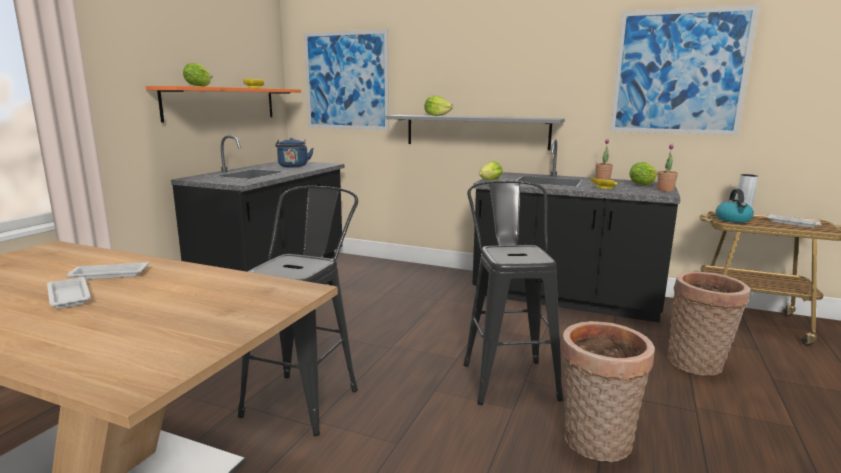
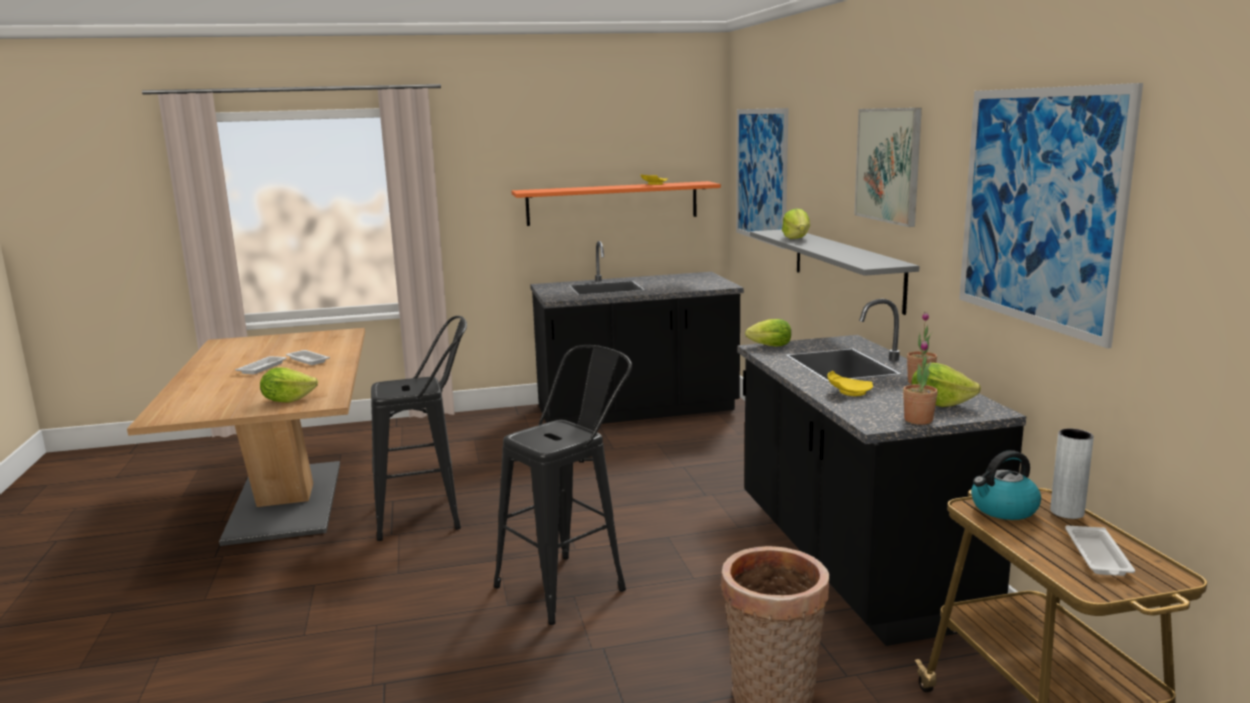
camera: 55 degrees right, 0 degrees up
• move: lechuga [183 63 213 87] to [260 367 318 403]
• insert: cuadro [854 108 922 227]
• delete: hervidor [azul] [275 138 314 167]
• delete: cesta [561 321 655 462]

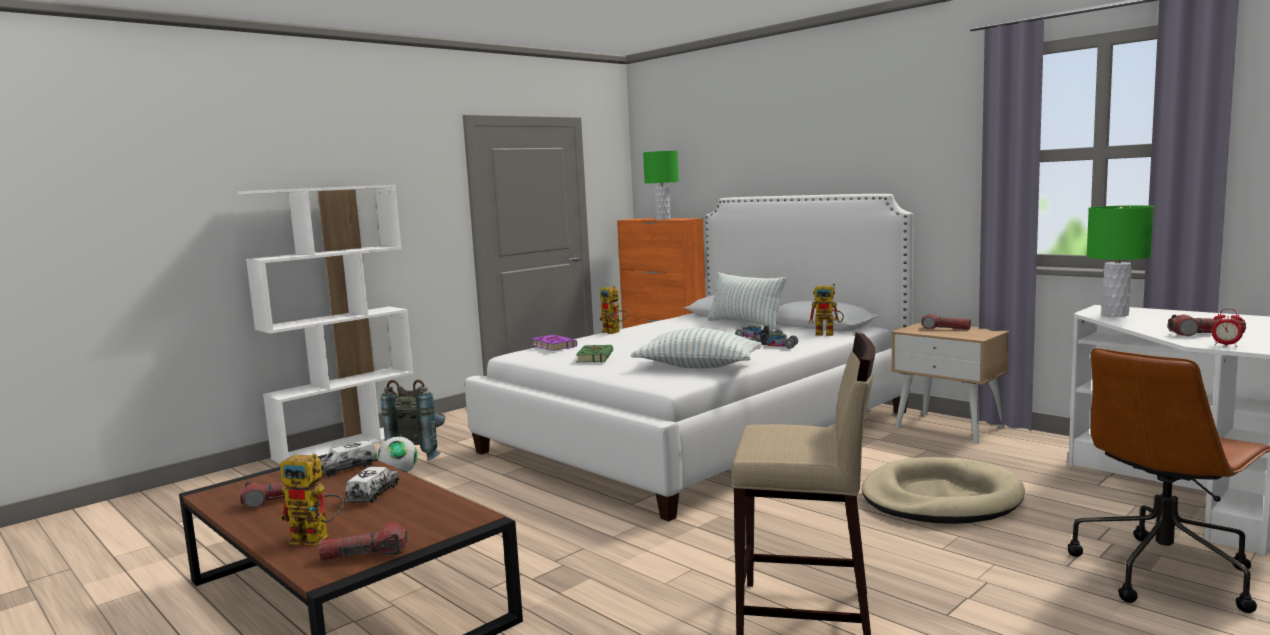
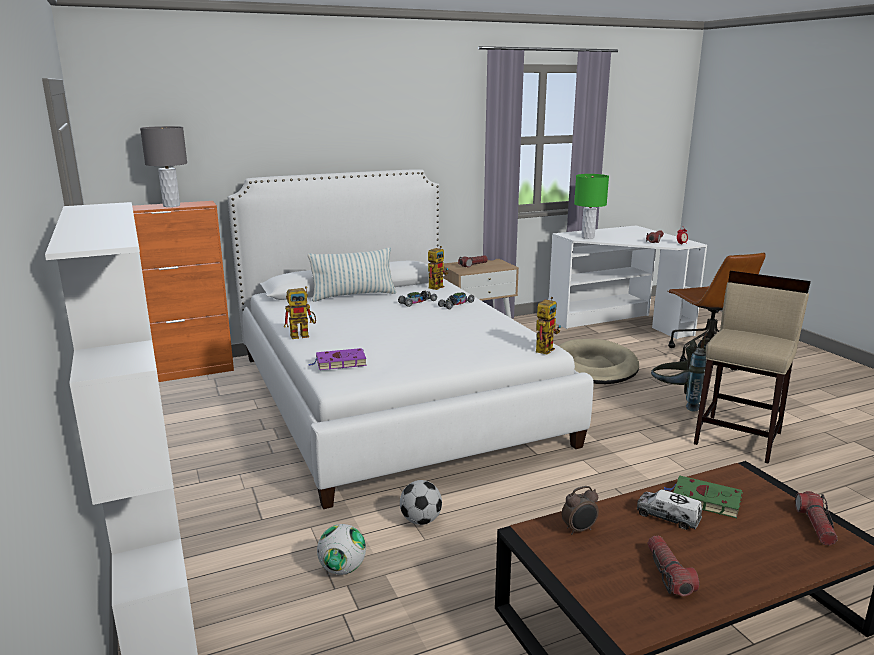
camera: 70 degrees left, 10 degrees up
• recolor: lámpara de mesa [verde] [643 151 679 220] to lámpara de mesa [gris] [140 126 187 207]
• insert: balón de fútbol [400 480 442 525]
• move: robot de juguete [280 454 345 546] to [536 297 561 355]
• replace: camión de juguete [320 440 378 477] to despertador [562 486 599 535]
• move: mochila [gris] [381 380 445 461] to [651 333 710 412]
• move: libro [verde] [576 345 613 362] to [663 475 743 518]
• delete: cojín [631 328 762 369]

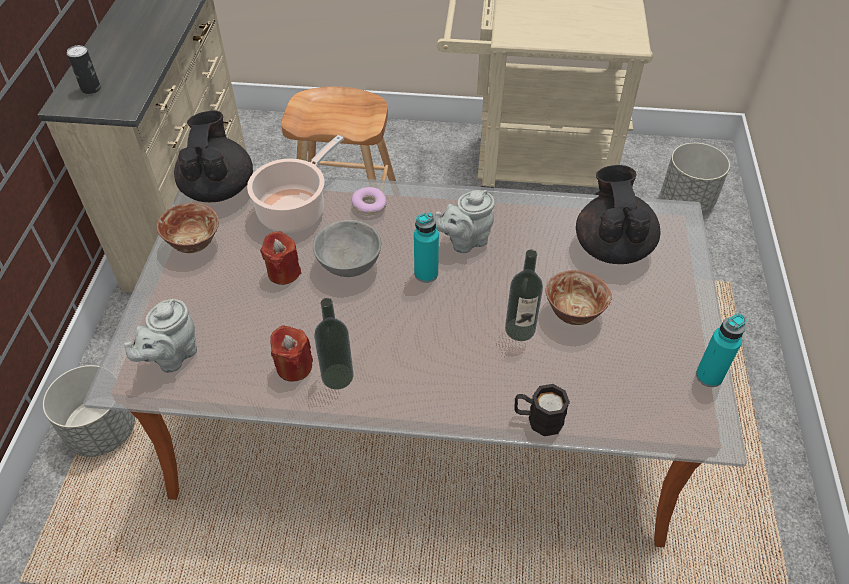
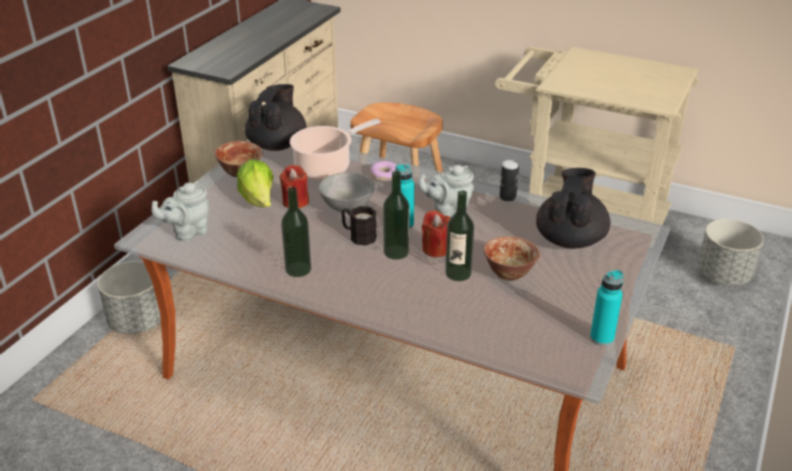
camera: 20 degrees right, 15 degrees down
• insert: lechuga [237 160 273 207]
• move: taza grande [negro] [514 384 570 436] to [341 206 377 246]
• insert: botella [383 171 409 260]
• move: vela [rojo] [270 325 313 382] to [422 210 451 257]
• move: lata [67 45 101 94] to [499 160 519 202]

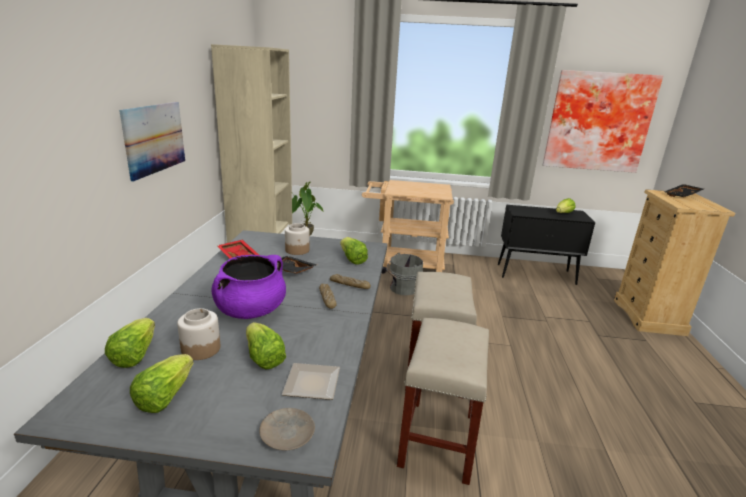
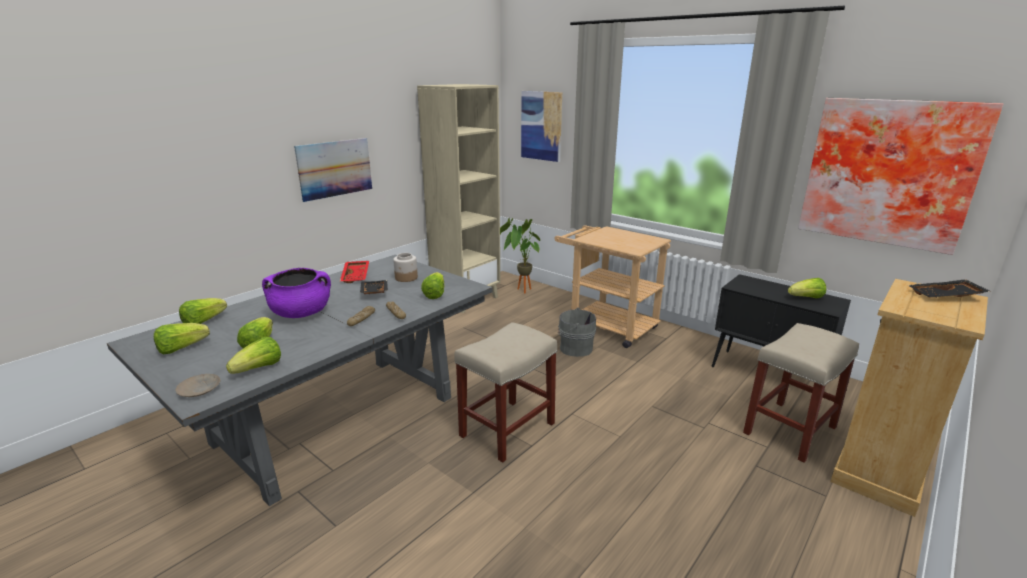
camera: 35 degrees right, 0 degrees up
• replace: plato [282 363 340 400] to lechuga [226 337 281 374]
• insert: cuadro [521 91 562 162]
• move: taburete [beis] [397 318 489 485] to [743 323 859 462]
• delete: tarro [177 308 220 360]

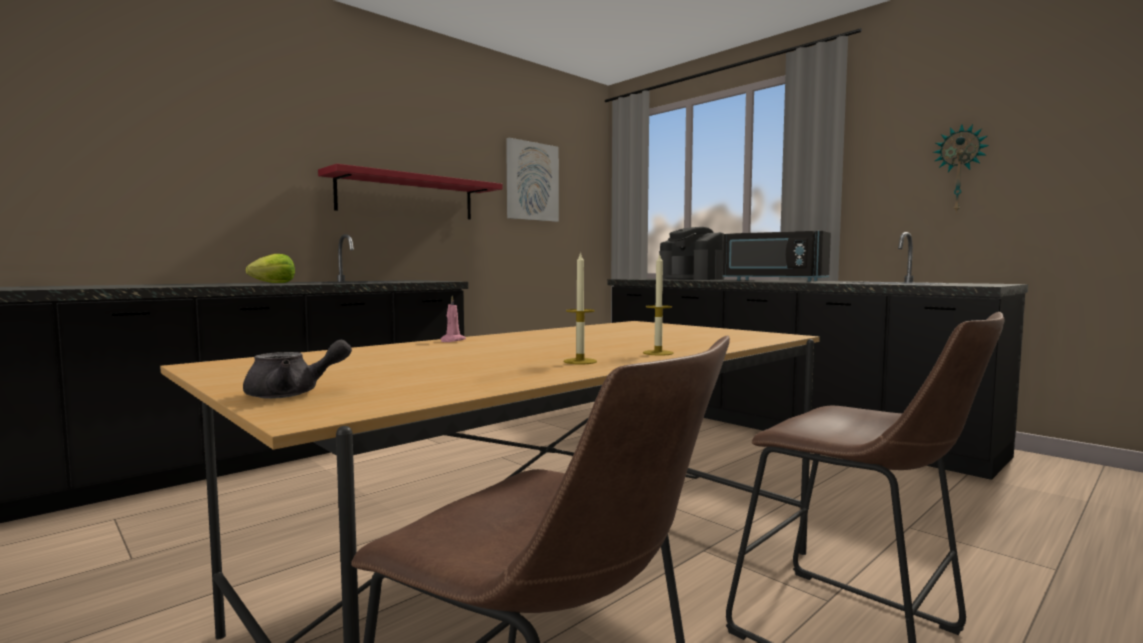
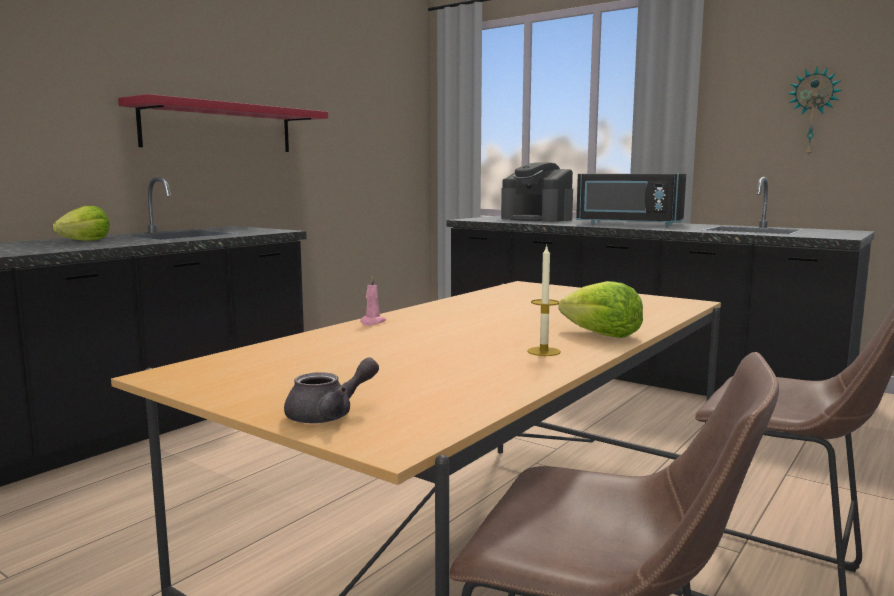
camera: 10 degrees left, 5 degrees up
• replace: vela [643 253 674 355] to lechuga [558 281 643 338]
• delete: cuadro [506 138 559 222]

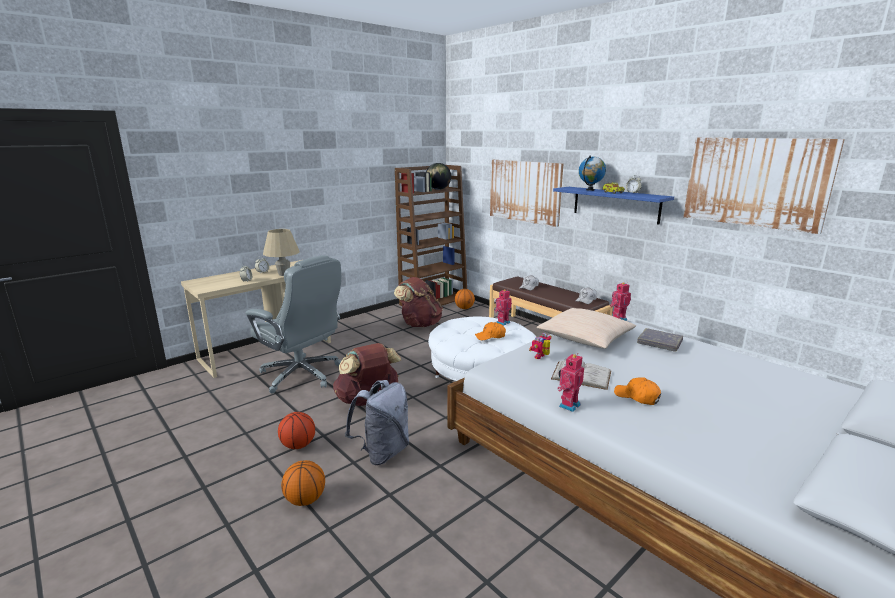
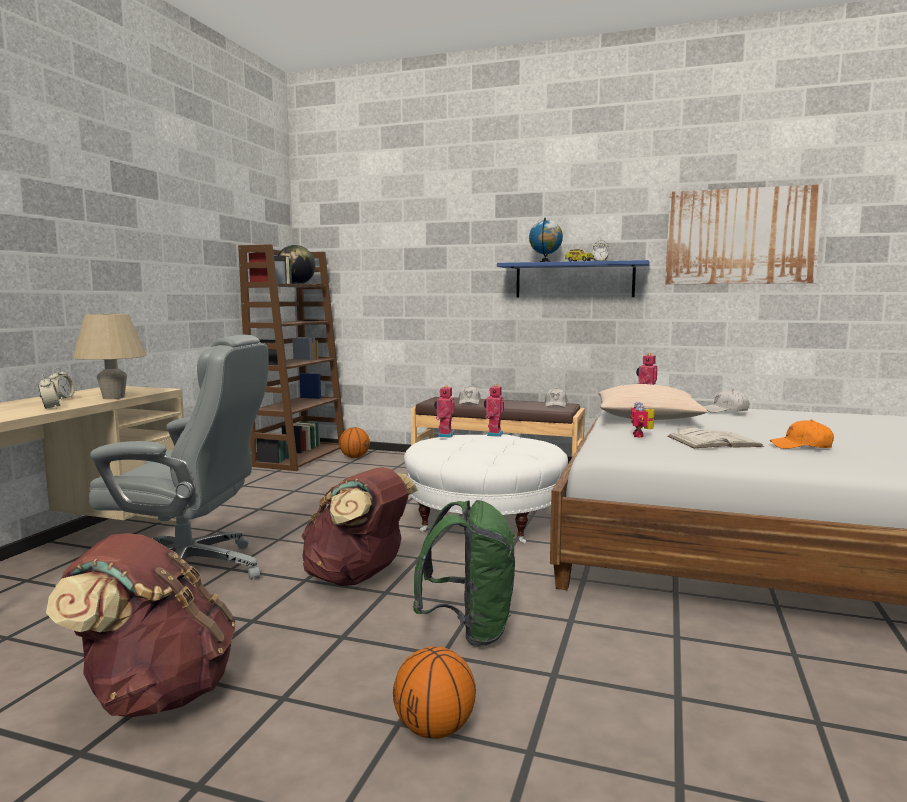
camera: 30 degrees left, 10 degrees down
• move: mochila [marrón] [394 277 443 327] to [46 533 236 717]
• recolor: mochila [gris] [345 380 409 465] to mochila [verde] [413 500 515 647]
• move: robot de juguete [557 353 584 412] to [434 385 454 438]
• replace: libro [gris] [637 328 683 352] to gorra [blanco] [703 389 749 413]
• delete: balón de baloncesto [278 412 315 449]
• delete: gorra [naranja] [475 322 506 340]
• delete: cuadro [490 160 563 227]

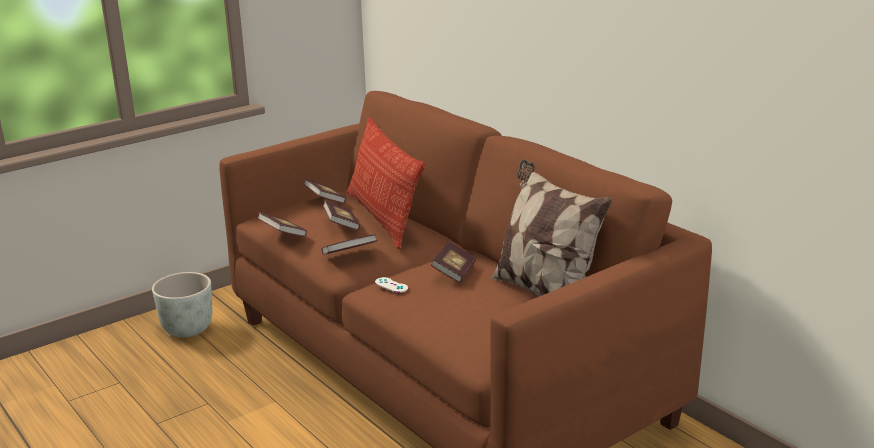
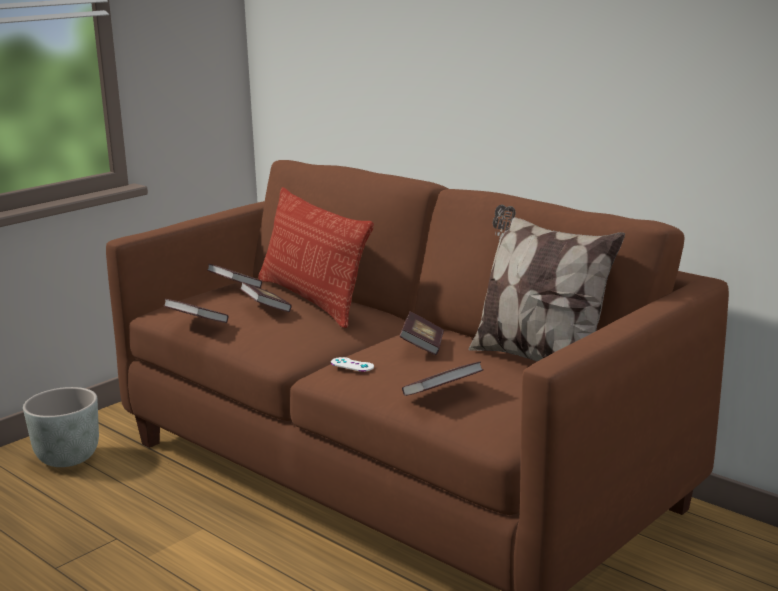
camera: 10 degrees left, 5 degrees down
• move: libro [322 234 378 255] to [402 362 484 396]

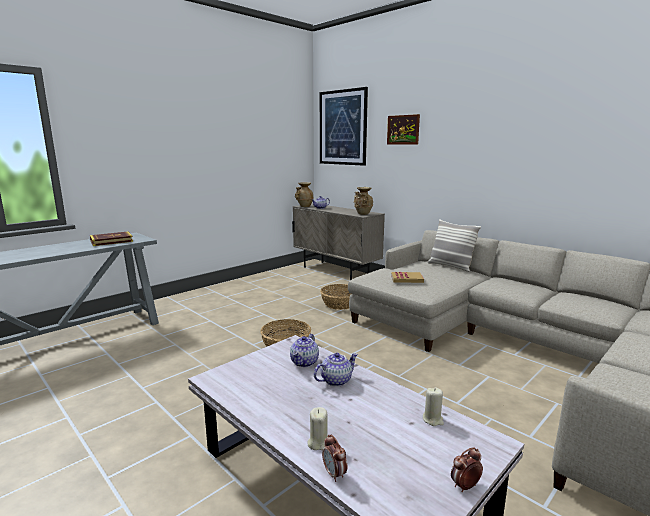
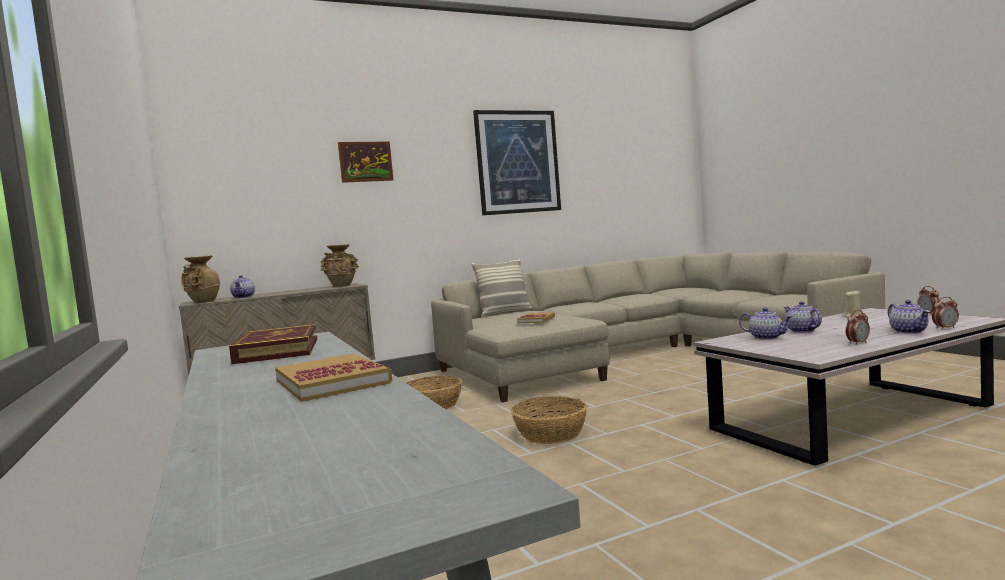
camera: 70 degrees left, 10 degrees down
• insert: libro [275 353 392 402]
• move: cuadro [320 87 368 166] to [473 110 561 215]
• insert: despertador [846 310 870 345]
• replace: vela [beis] [307 407 328 450] to tetera [888 300 930 334]

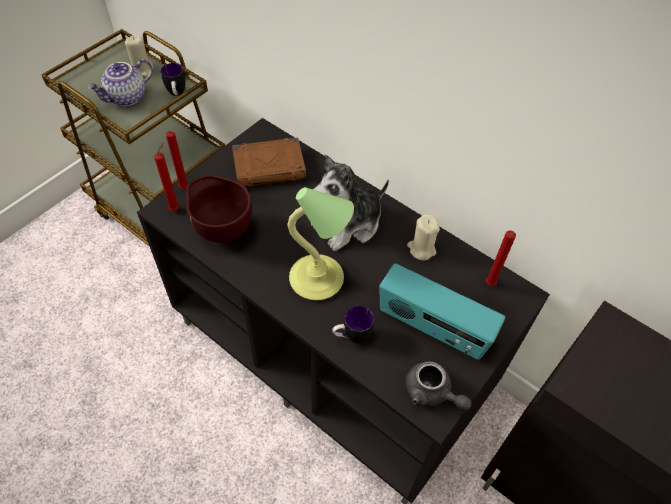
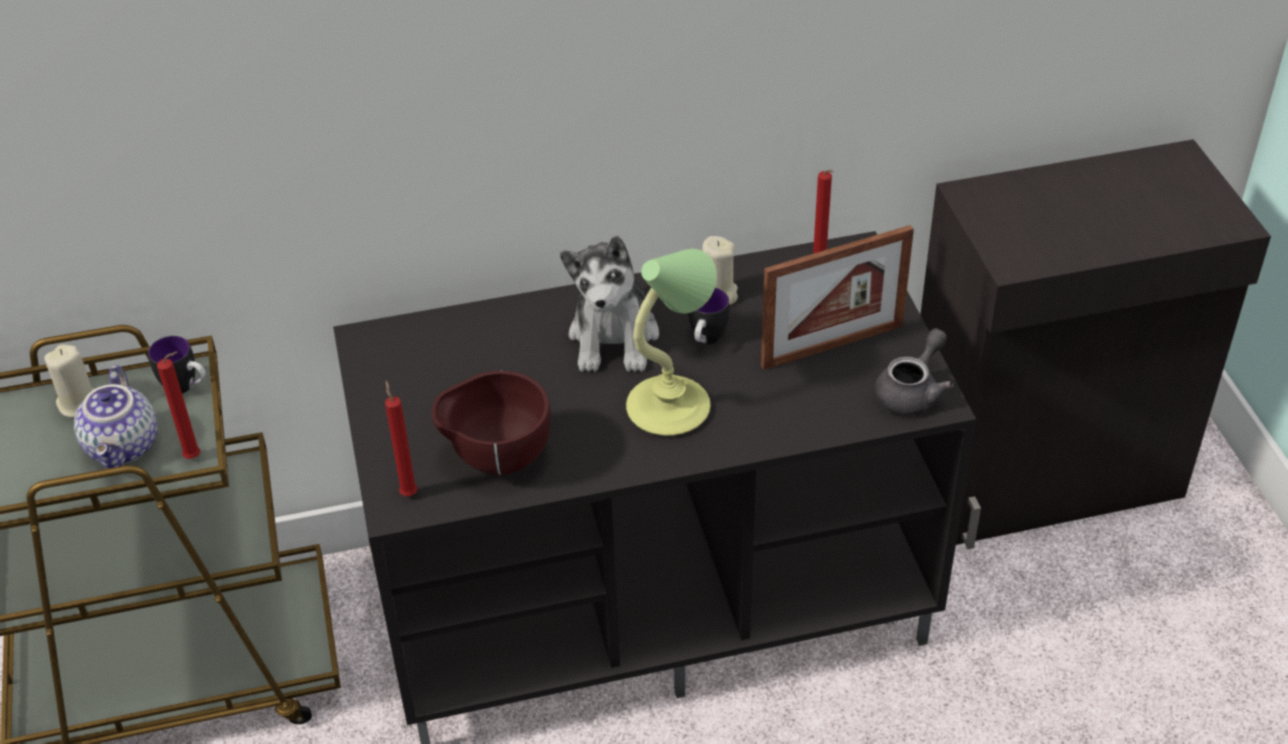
camera: 50 degrees left, 10 degrees down
• move: vela [rojo] [166 130 189 189] to [157 352 200 459]
• move: taza grande [332 306 374 343] to [688 288 730 344]
• replace: radio [379 263 505 360] to portarretratos [761 225 914 370]
• rotate: tetera [gris] [405 361 472 411] = [874 328 954 416] 45 degrees counterclockwise
• delete: libro [marrón] [232 137 306 187]

